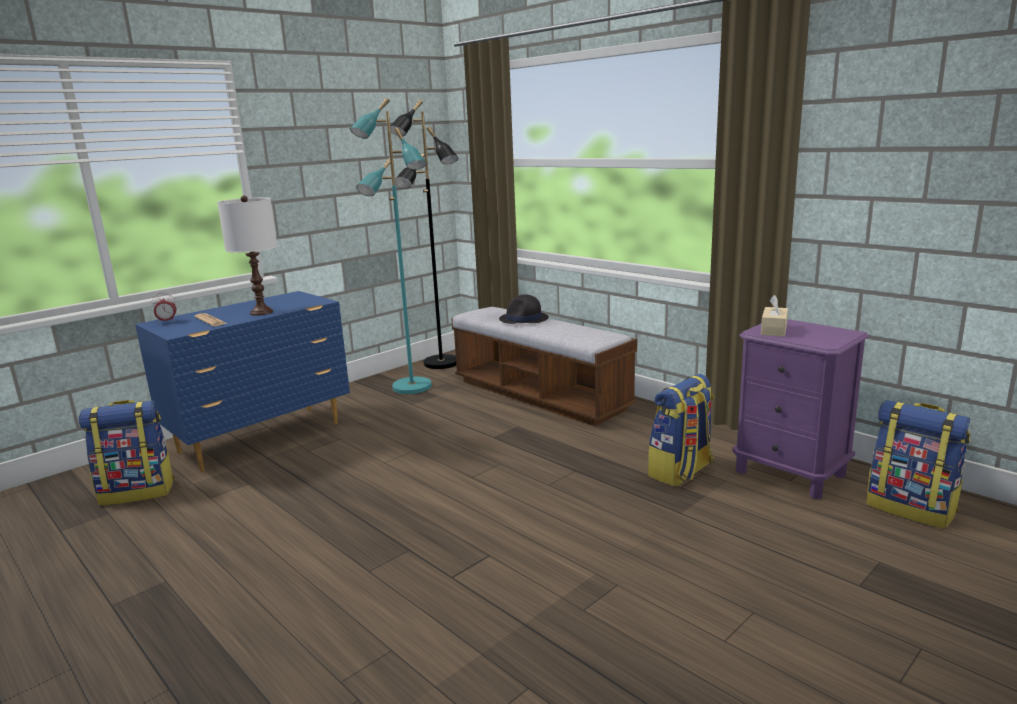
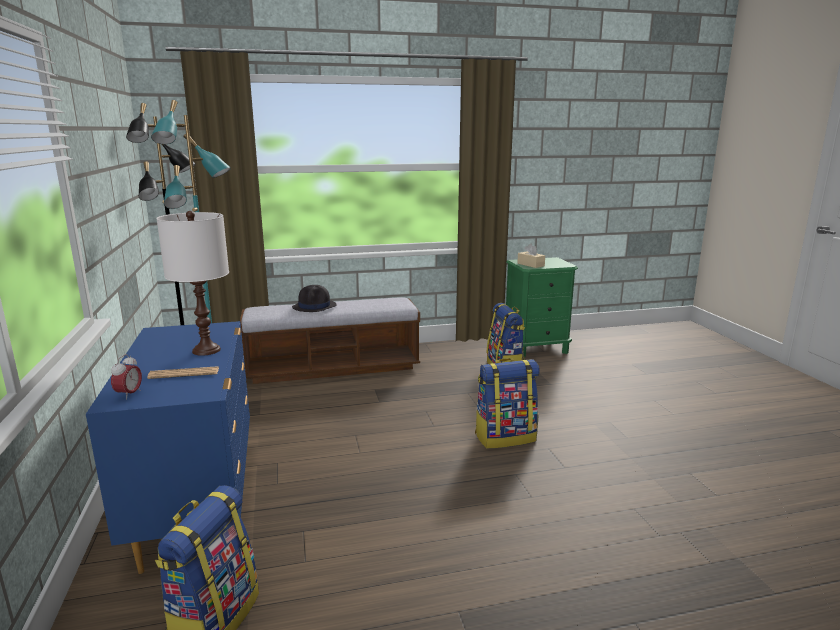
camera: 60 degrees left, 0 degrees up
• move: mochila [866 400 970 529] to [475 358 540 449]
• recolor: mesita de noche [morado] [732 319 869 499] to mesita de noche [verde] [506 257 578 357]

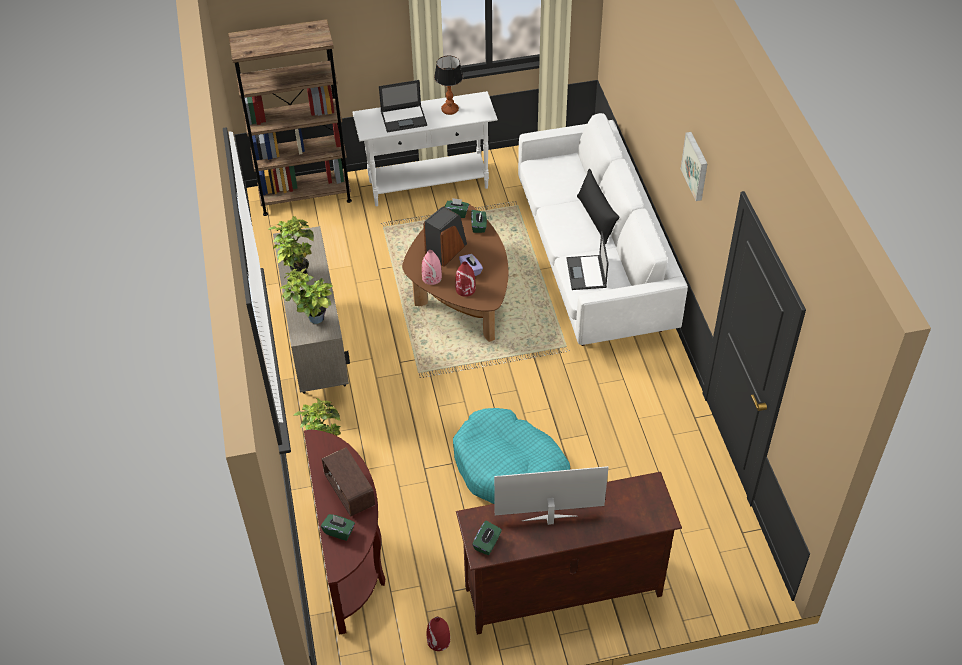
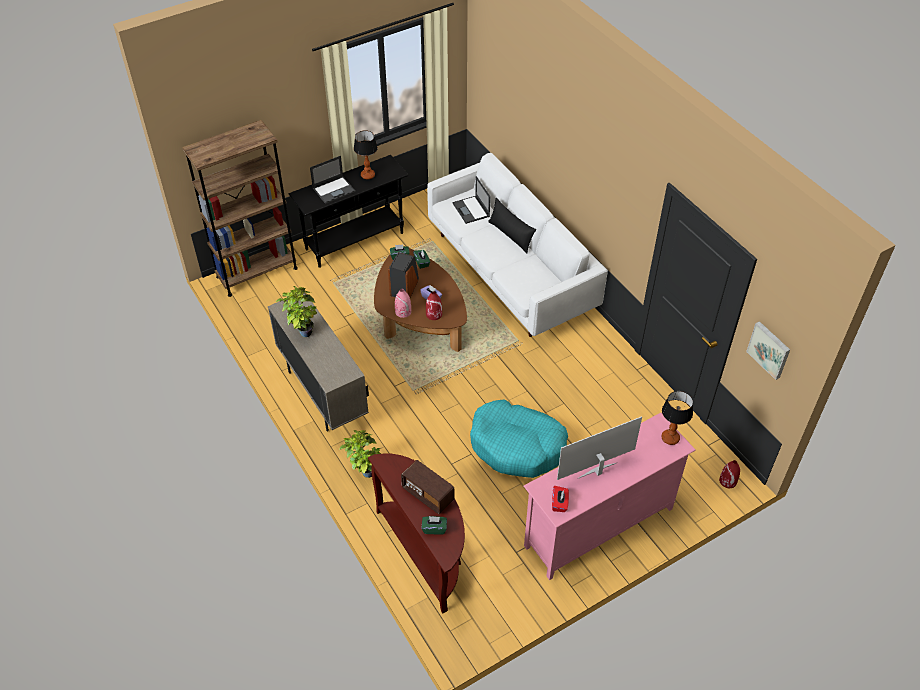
camera: 20 degrees left, 0 degrees up
• recolor: mesa consola [blanco] [352 91 498 206] to mesa consola [negro] [289 155 409 268]
• move: portátil [567 231 609 290] to [453 176 490 224]
• recolor: mueble de televisión [marrón] [456 472 682 635] to mueble de televisión [rosa] [524 413 696 580]
• recolor: caja de pañuelos [verde] [472 521 502 555] to caja de pañuelos [rojo] [552 486 569 512]
• insert: lámpara de mesa [661 391 693 445]
• move: florero [rojo] [427 617 450 651] to [719 460 740 488]
• move: cuadro [681 132 707 201] to [746 321 790 380]
• delete: planta en maceta [280 268 332 324]

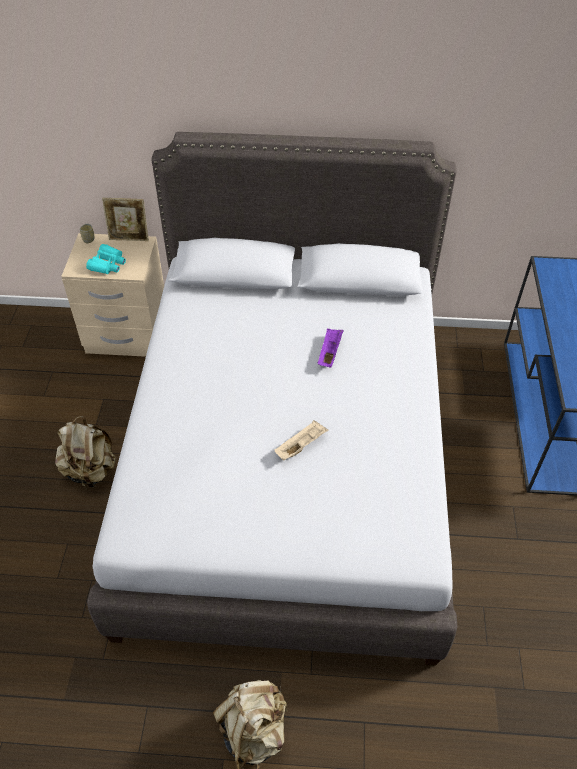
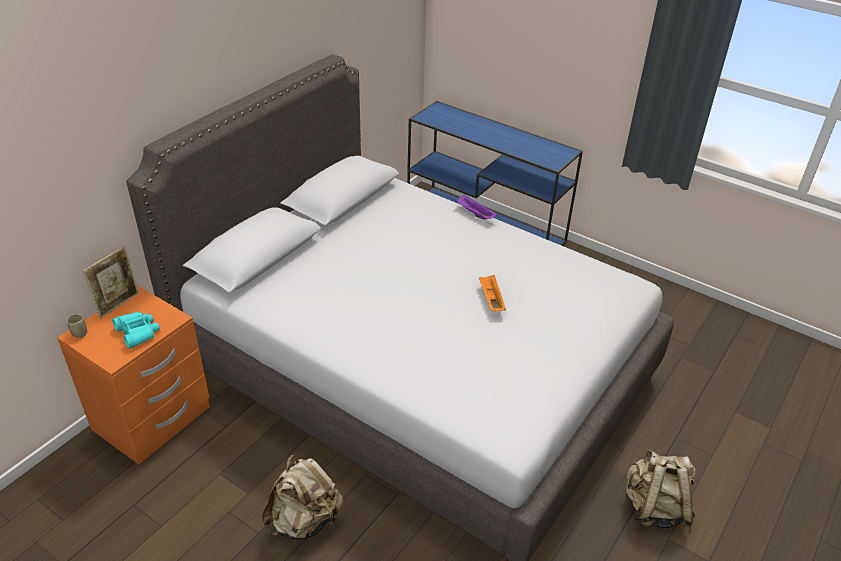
camera: 60 degrees left, 10 degrees down
• recolor: mesita de noche [beis] [61 233 164 357] to mesita de noche [naranja] [57 286 210 465]
• move: bandeja [morado] [317 328 344 367] to [455 194 498 219]
• recolor: bandeja [beis] [275 420 328 461] to bandeja [naranja] [479 275 506 311]

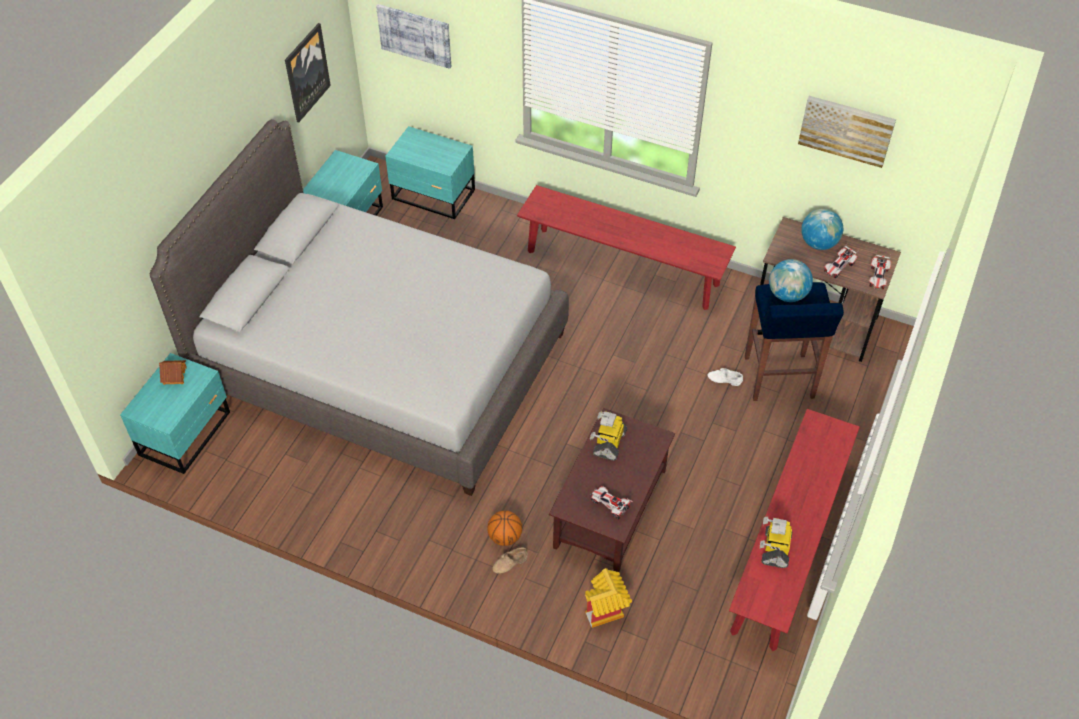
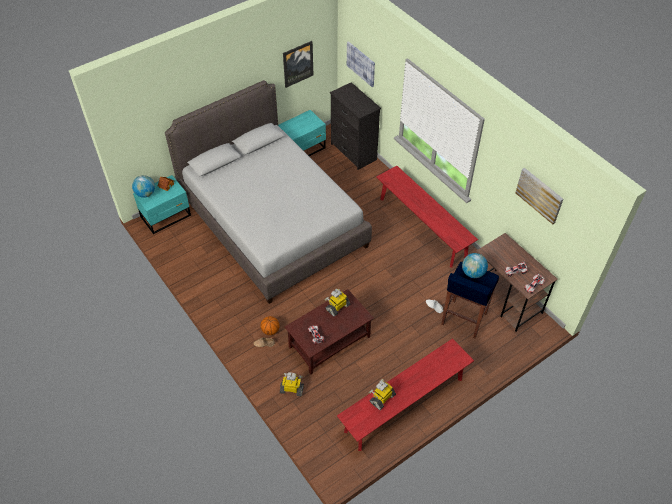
camera: 30 degrees right, 0 degrees up
• move: globo terráqueo [801 209 843 250] to [132 175 155 198]
• replace: casita [585 568 632 628] to robot de juguete [280 372 304 396]
• replace: mesita de noche [turquesa] [385 126 475 219] to cómoda [negro] [330 82 381 170]

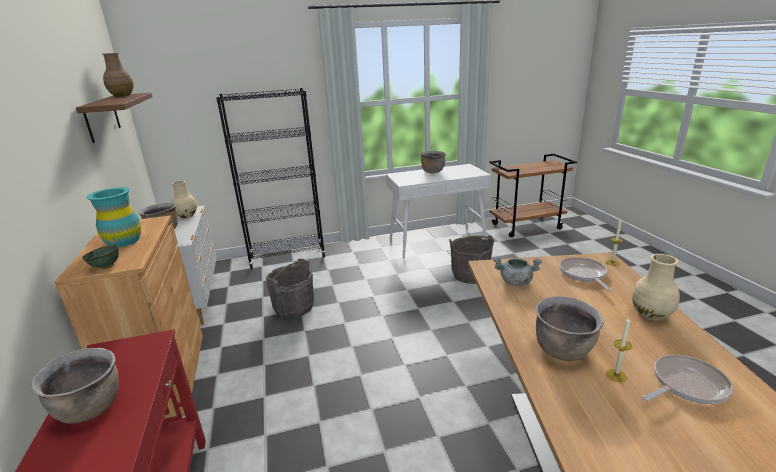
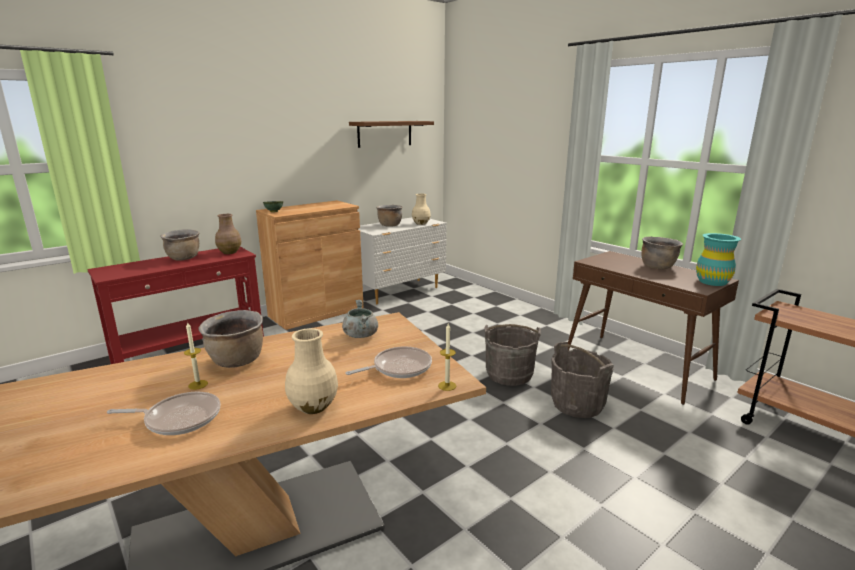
camera: 65 degrees right, 5 degrees down
• rotate: sartén [642 355 733 404] = [107 392 220 435] 45 degrees counterclockwise
• move: florero [marrón] [102 53 134 97] to [215 214 241 254]
• move: cubo [gris] [266 259 314 318] to [484 324 541 386]
• recolor: mesa consola [blanco] [386 164 491 259] to mesa consola [marrón] [568 251 739 405]
• move: florero [turquesa] [86 187 141 247] to [696 233 741 286]
• delete: estantería [negro] [216 88 326 269]

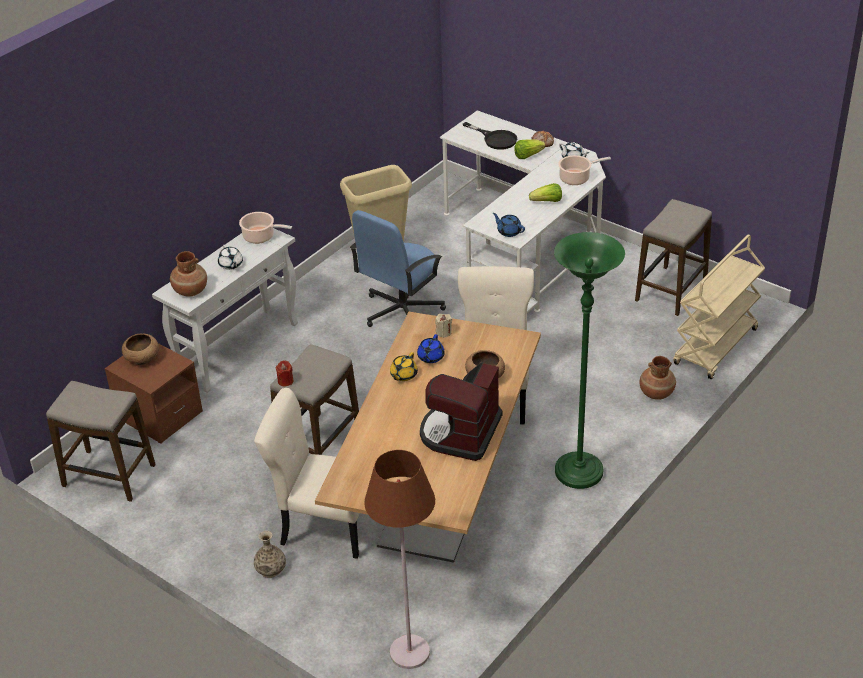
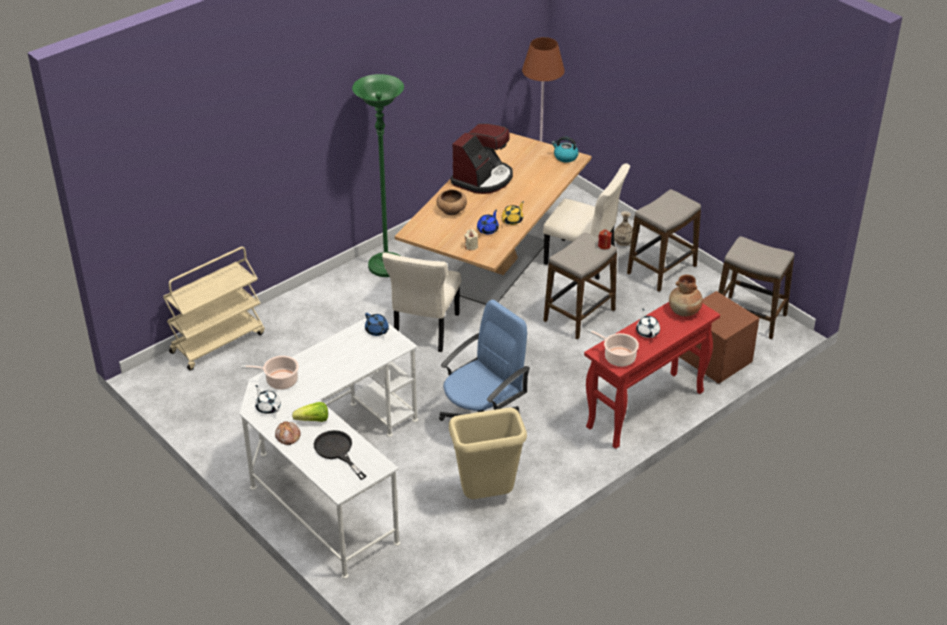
camera: 170 degrees left, 0 degrees up
• insert: hervidor [552 137 579 162]
• recolor: mesa consola [blanco] [152 228 298 393] to mesa consola [rojo] [584 302 720 449]
• move: taburete [635 199 712 316] to [627 189 701 292]
• delete: cuenco [marrón] [122 334 159 365]
• delete: lechuga [529 183 562 202]
• delete: florero [marrón] [639 356 676 400]

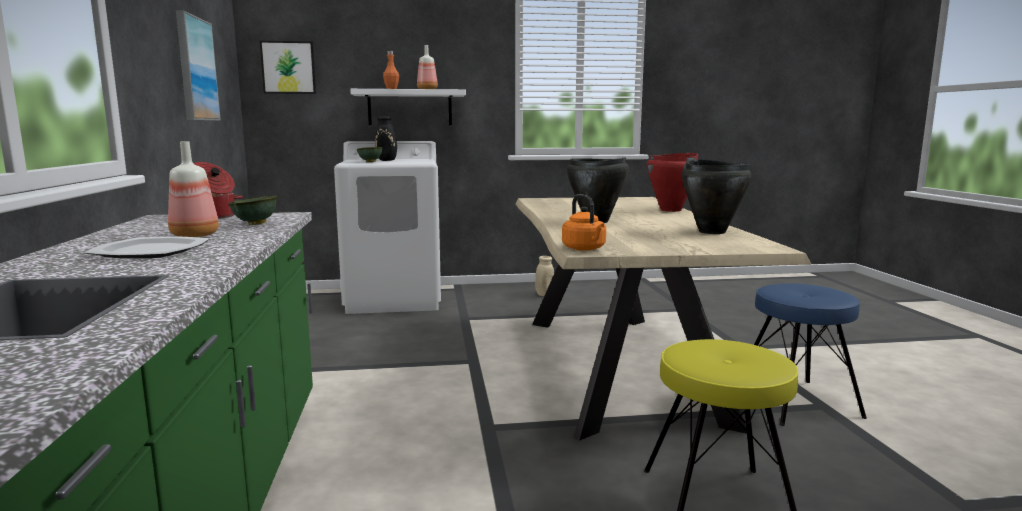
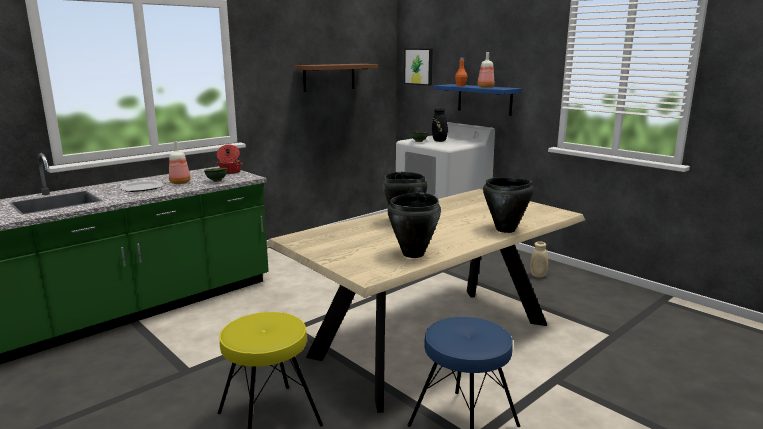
camera: 55 degrees right, 5 degrees up
• replace: cuadro [176 10 221 121] to estante [marrón] [295 64 378 92]
• recolor: estante [blanco] [350 89 466 125] to estante [azul] [434 84 522 116]
• recolor: olla [rojo] [647 153 698 212] to olla [negro] [483 177 534 233]
• delete: hervidor [naranja] [562 194 606 251]

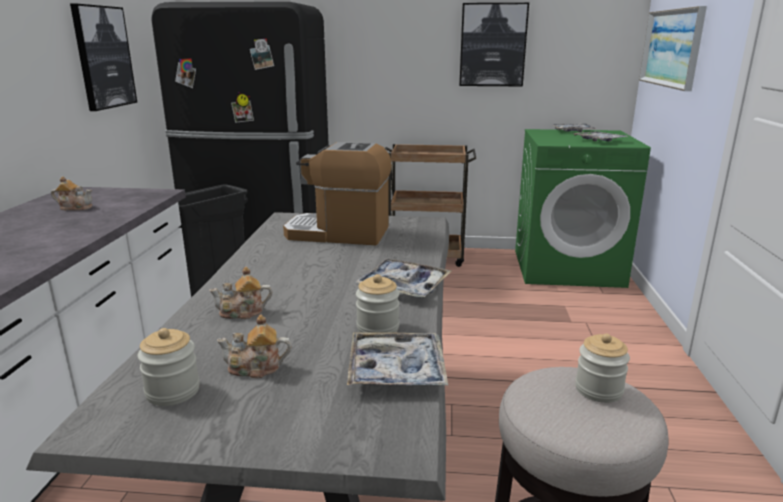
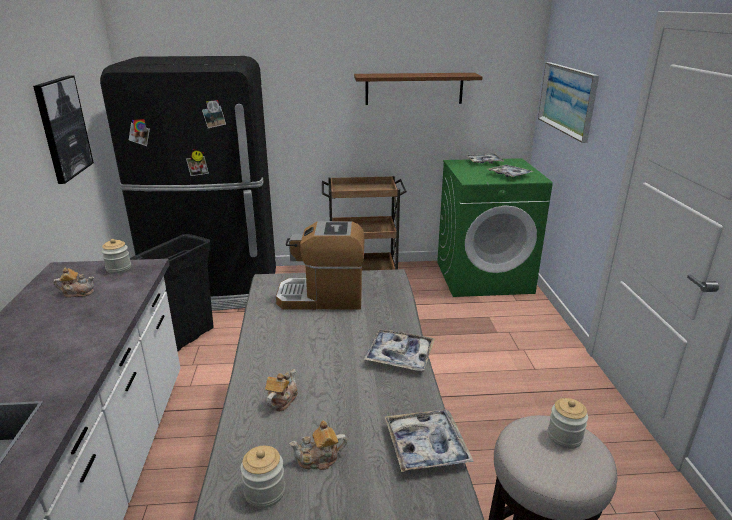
camera: 10 degrees left, 5 degrees up
• move: tarro [356 274 400 337] to [101 239 131 274]
• rotate: tetera [209 267 272 319] = [265 369 298 411] 135 degrees clockwise
• replace: cuadro [459 3 529 86] to estante [marrón] [354 73 483 105]

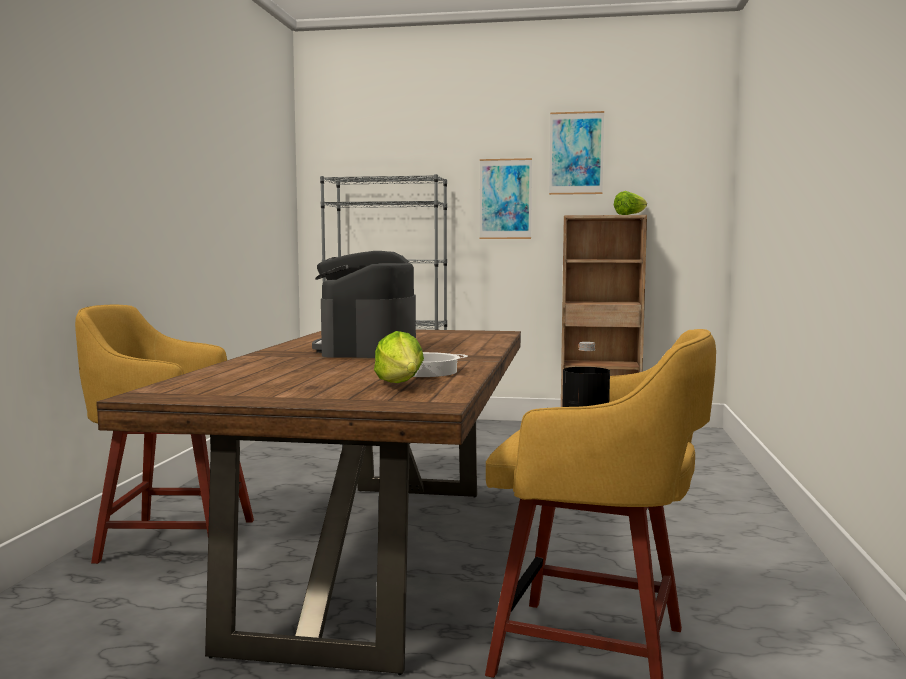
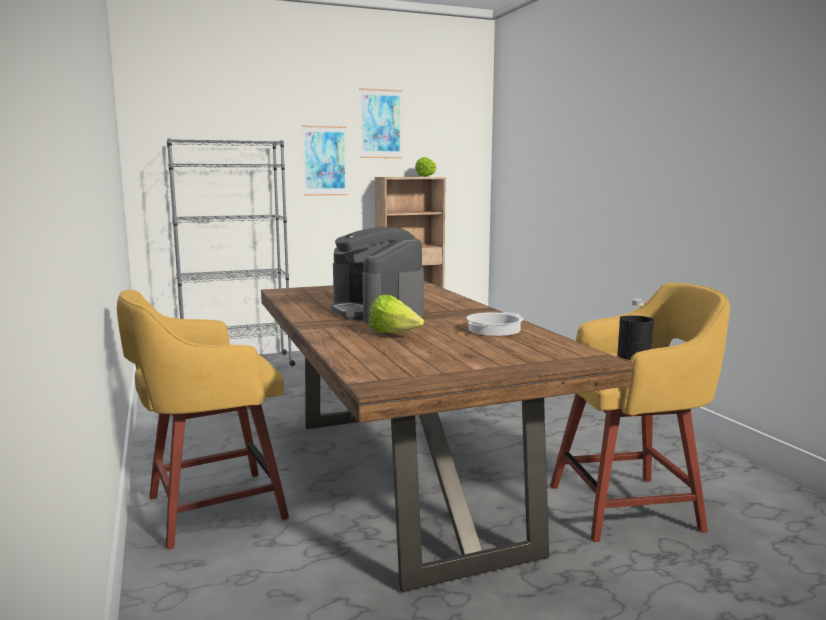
camera: 30 degrees left, 5 degrees up
• move: lechuga [374 331 424 383] to [369 295 424 333]

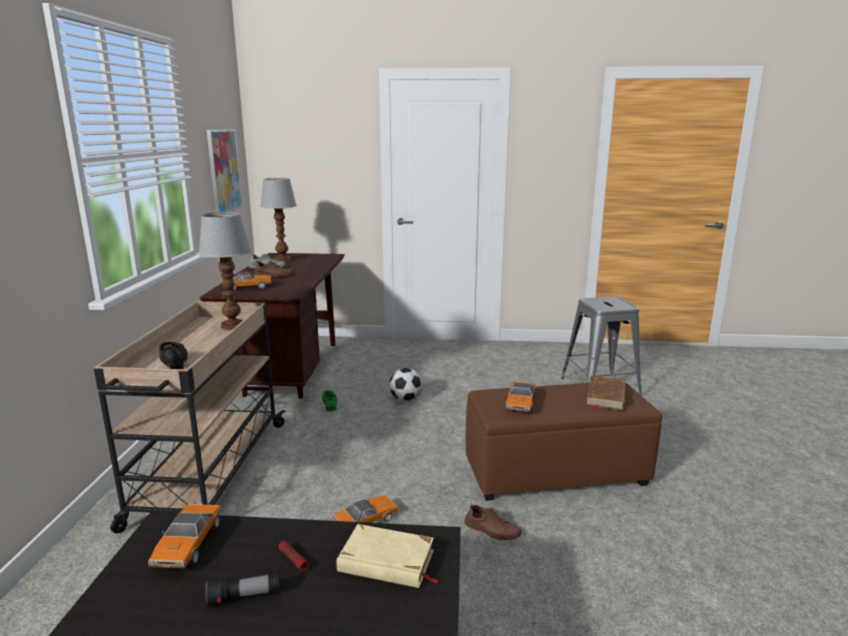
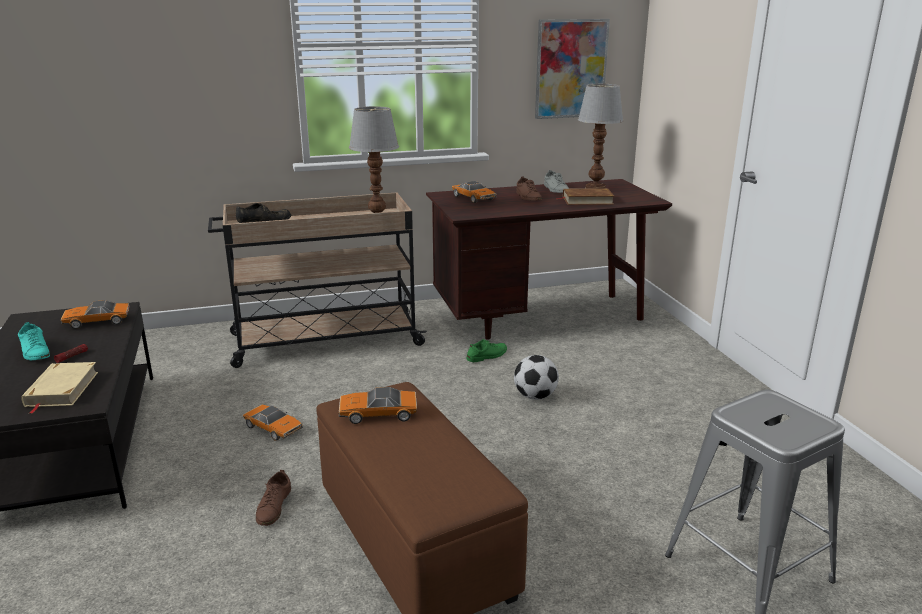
camera: 70 degrees right, 5 degrees up
• replace: linterna [205 573 280 607] to zapato [turquesa] [18 322 50 360]
• move: libro [marrón] [586 376 625 411] to [558 188 614 205]

